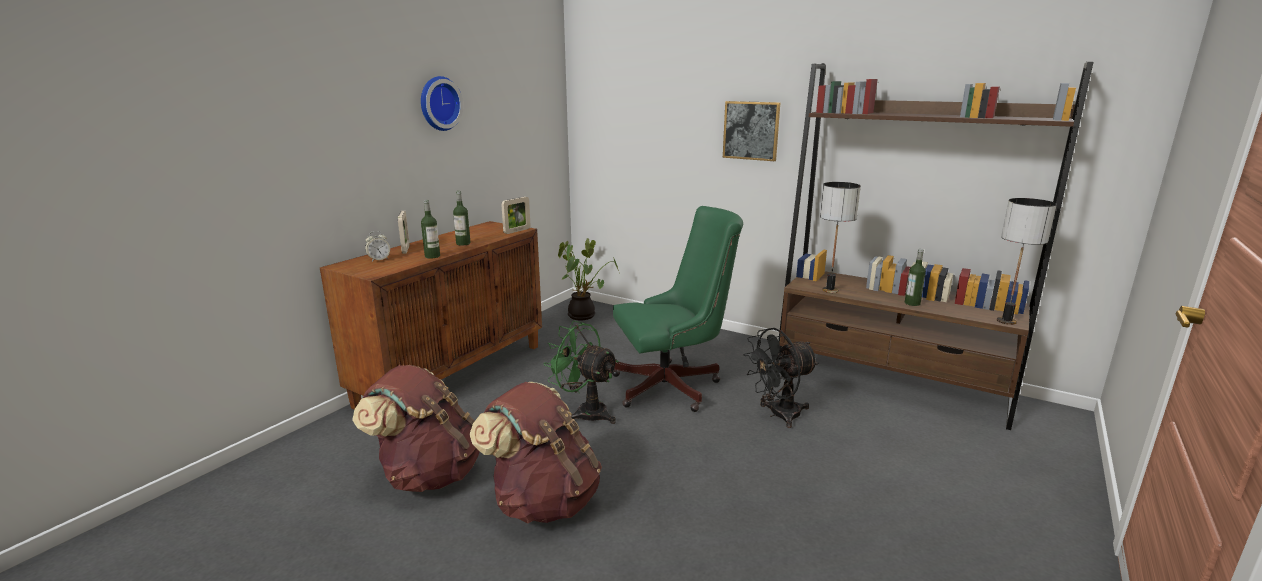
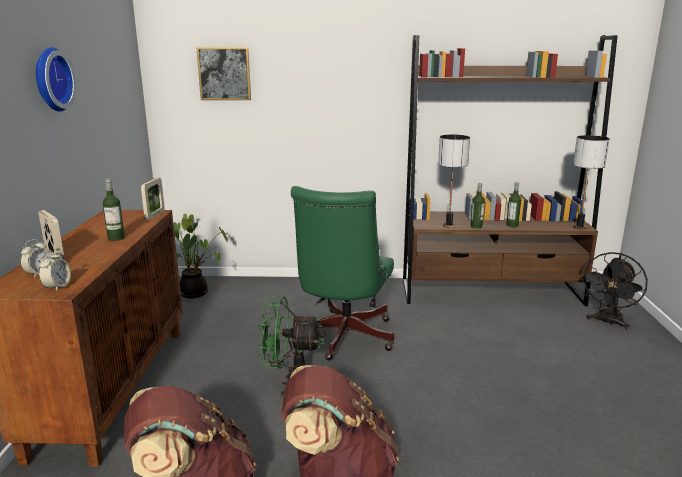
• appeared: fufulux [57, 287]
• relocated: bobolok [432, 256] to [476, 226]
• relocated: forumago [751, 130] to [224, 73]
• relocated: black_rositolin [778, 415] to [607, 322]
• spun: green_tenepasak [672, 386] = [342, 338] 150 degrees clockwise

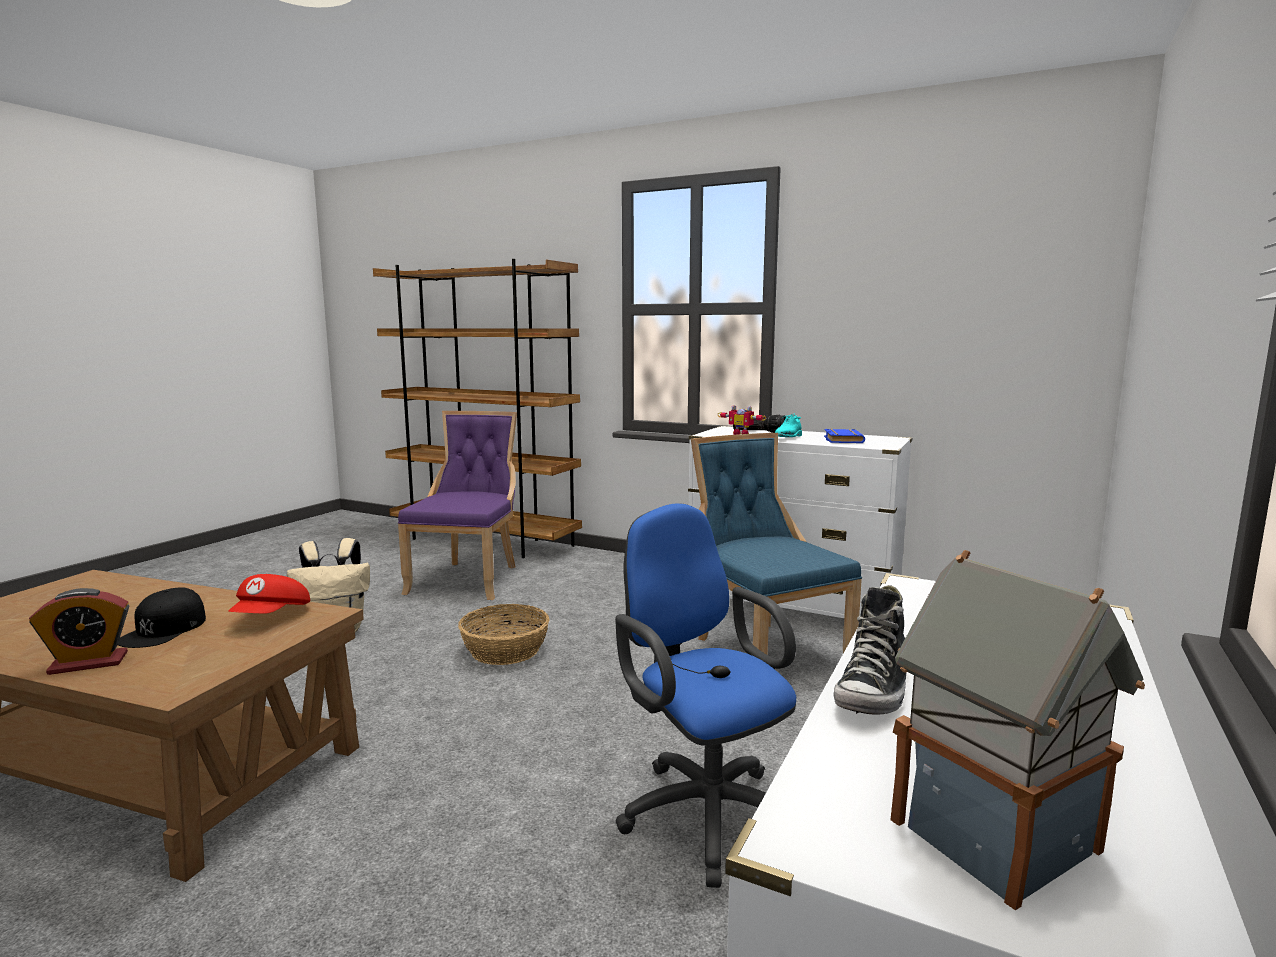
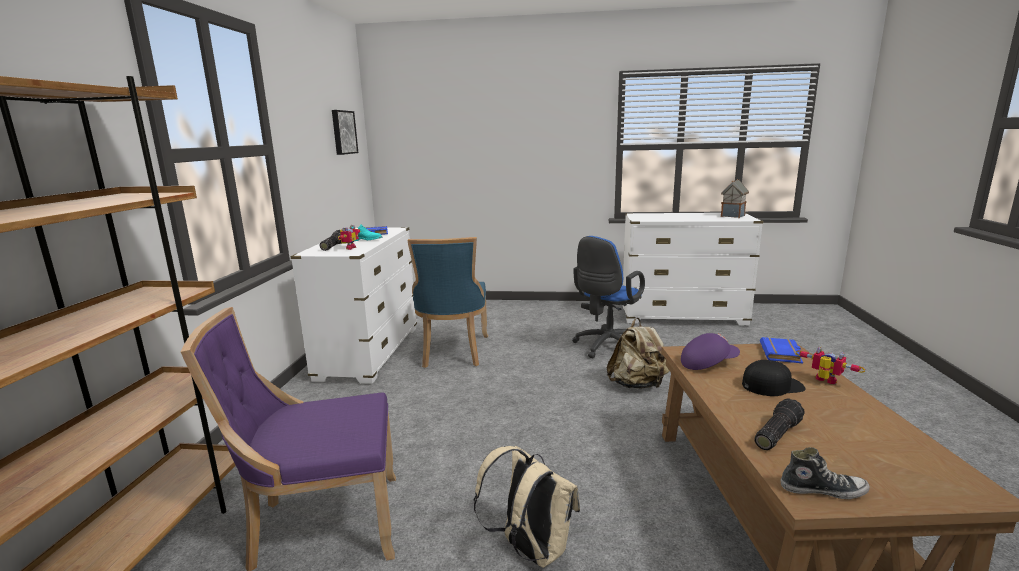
• missing: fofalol [505, 650]
• appeared: forumago [343, 132]
• appeared: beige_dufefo [637, 385]
• appeared: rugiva [775, 433]
• appeared: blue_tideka [782, 354]
• relocated: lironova [874, 690] to [822, 490]
• exchanged: fufulux [88, 663] to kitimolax [824, 381]
• colour: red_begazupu [272, 616] to purple_begazupu [708, 363]
• spun: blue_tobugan [765, 651] = [453, 353] 45 degrees counterclockwise

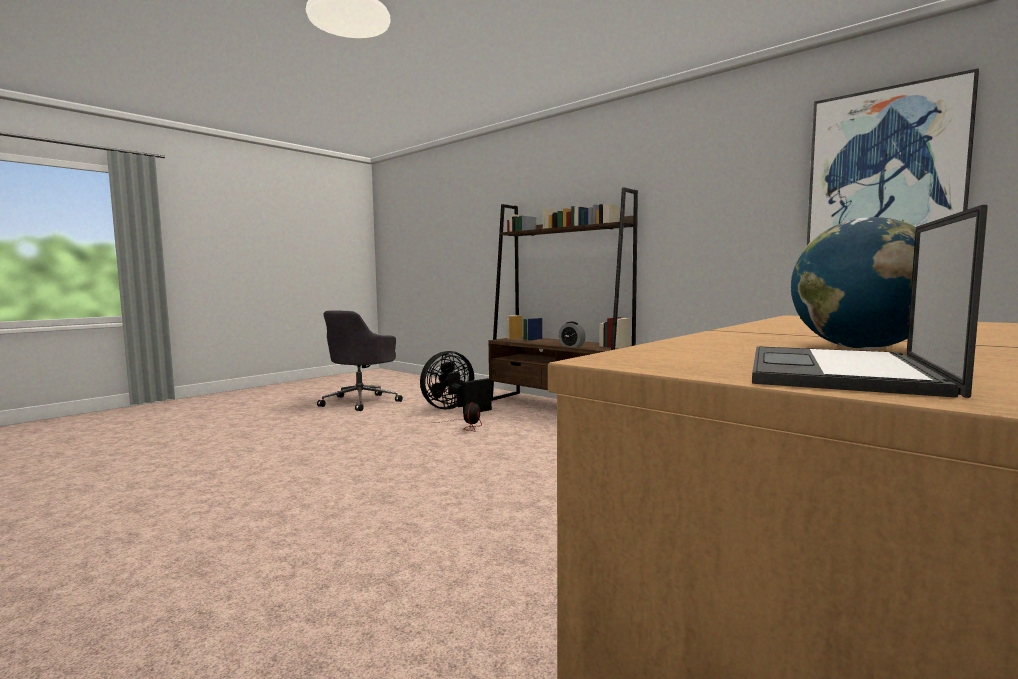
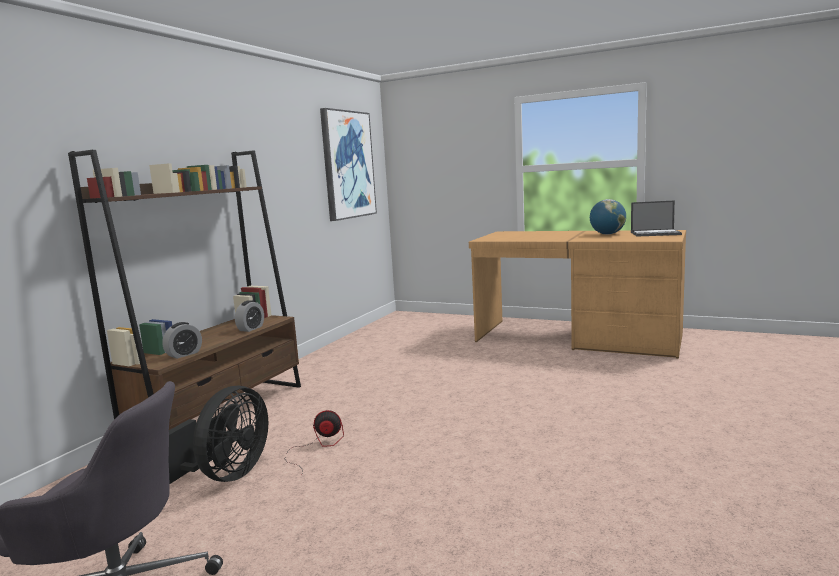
• appeared: fufulux [184, 354]
• spun: black_rositolin [454, 410] = [226, 475] 105 degrees counterclockwise

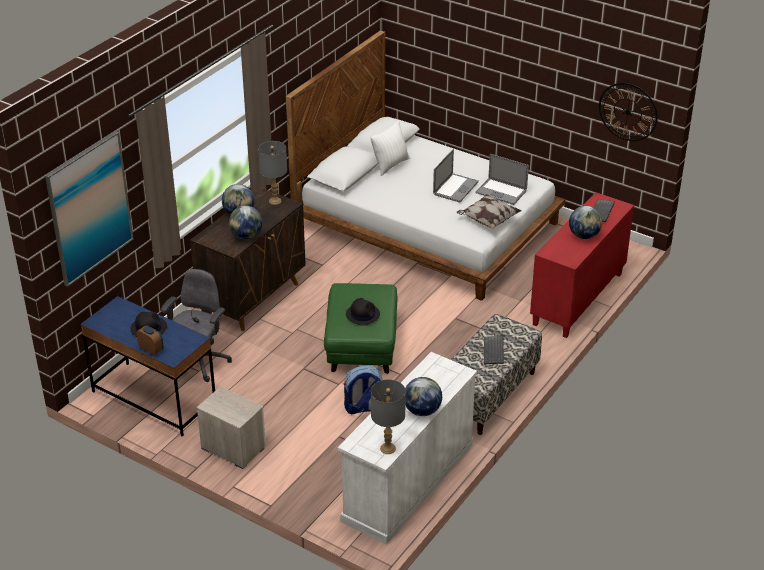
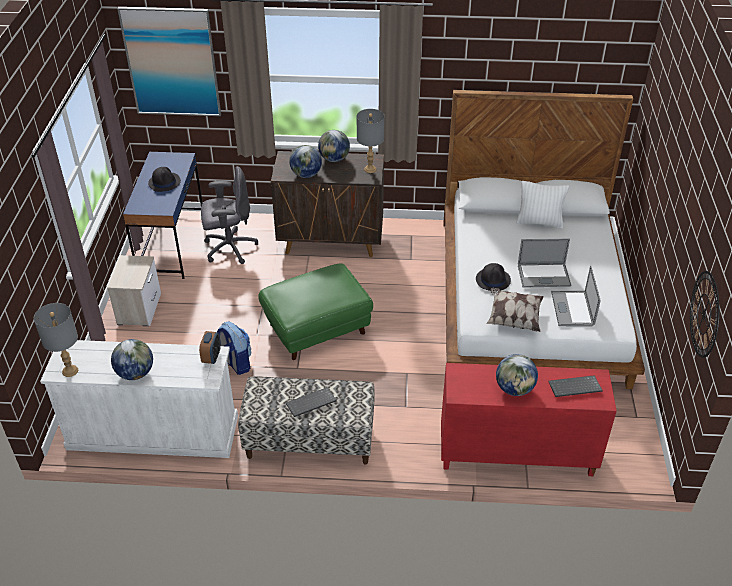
• relocated: fufulux [151, 350] to [211, 357]
• relocated: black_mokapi [362, 314] to [493, 280]

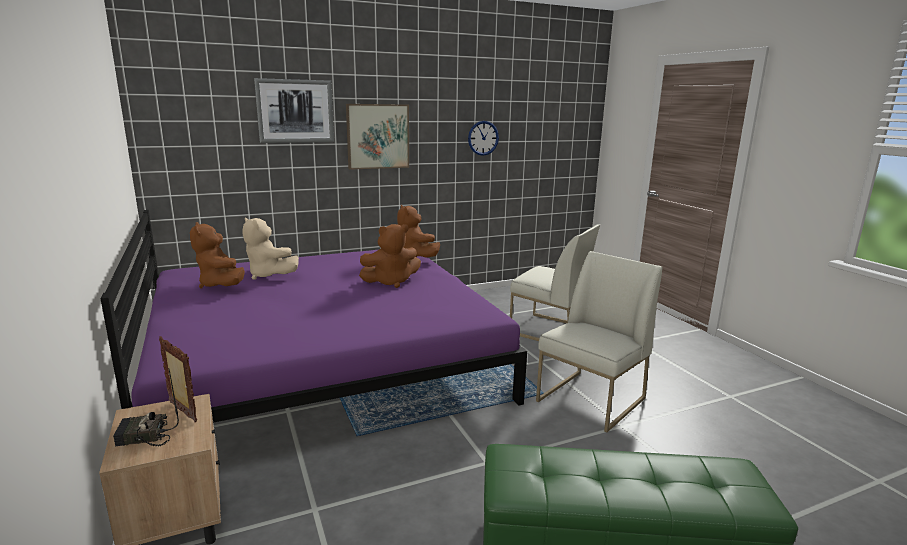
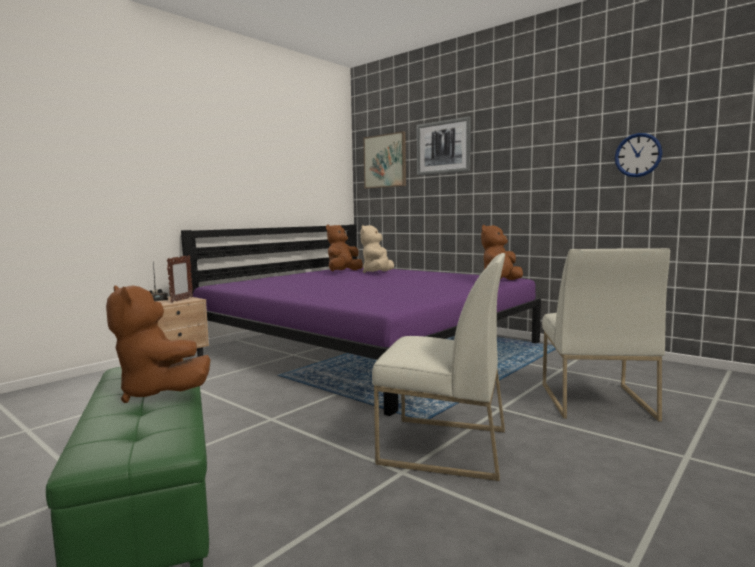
• relocated: forumago [378, 136] to [385, 161]
• relocated: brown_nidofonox [391, 282] to [158, 393]

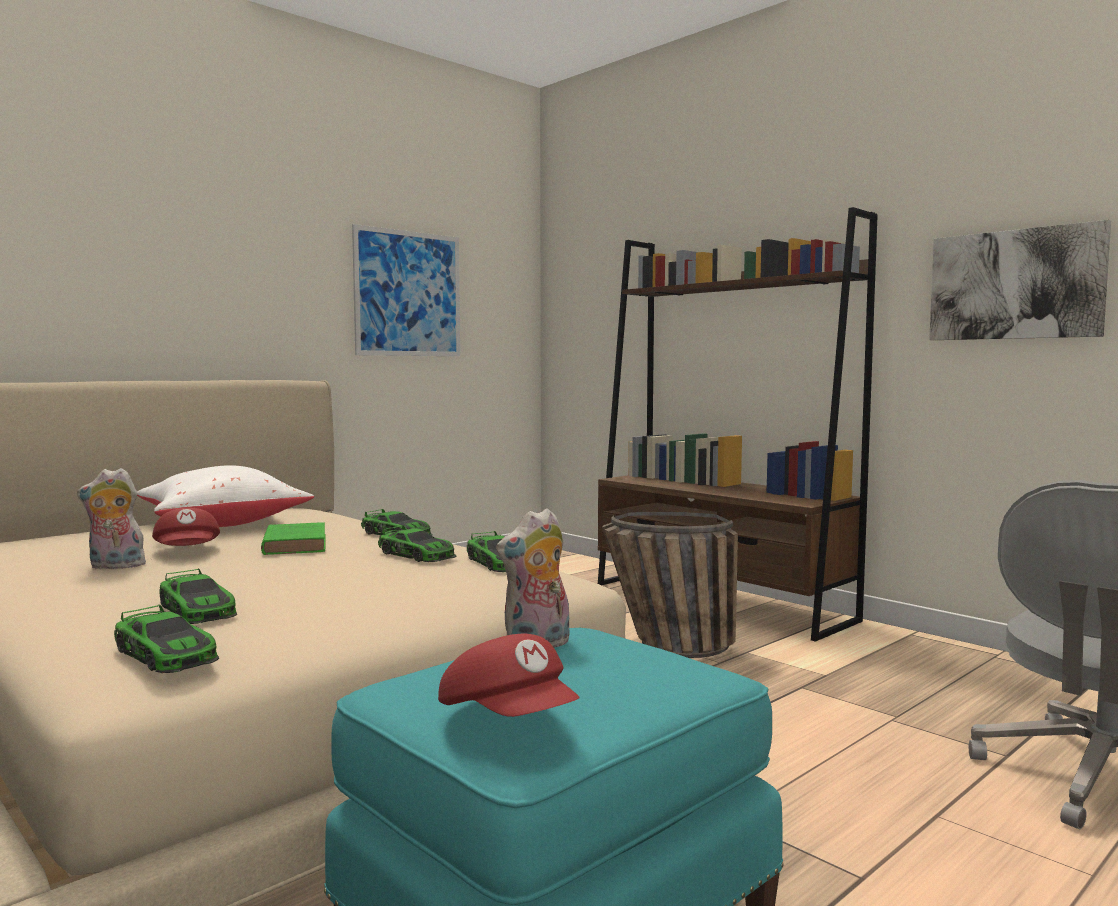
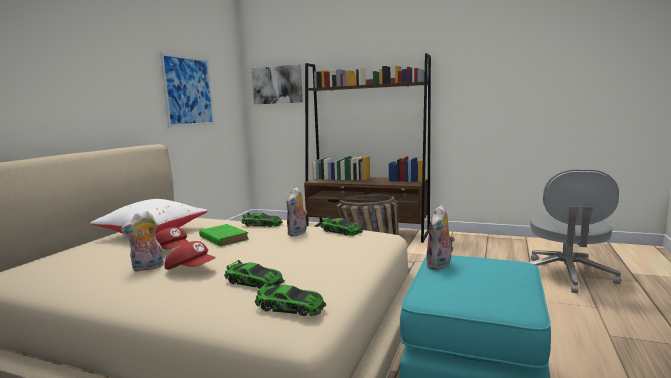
• relocated: red_begazupu [510, 719] to [191, 269]
• relocated: forumago [1015, 285] to [277, 85]
• exchanged: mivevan [417, 555] to nidofonox [298, 233]

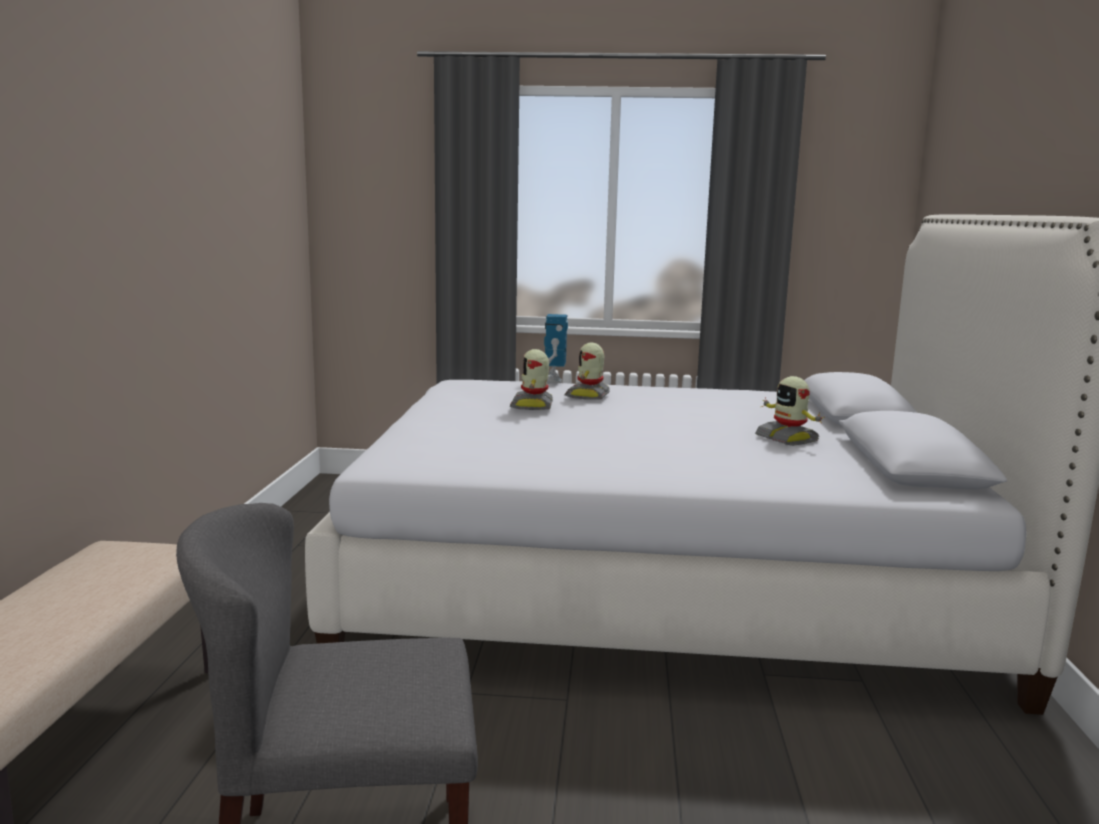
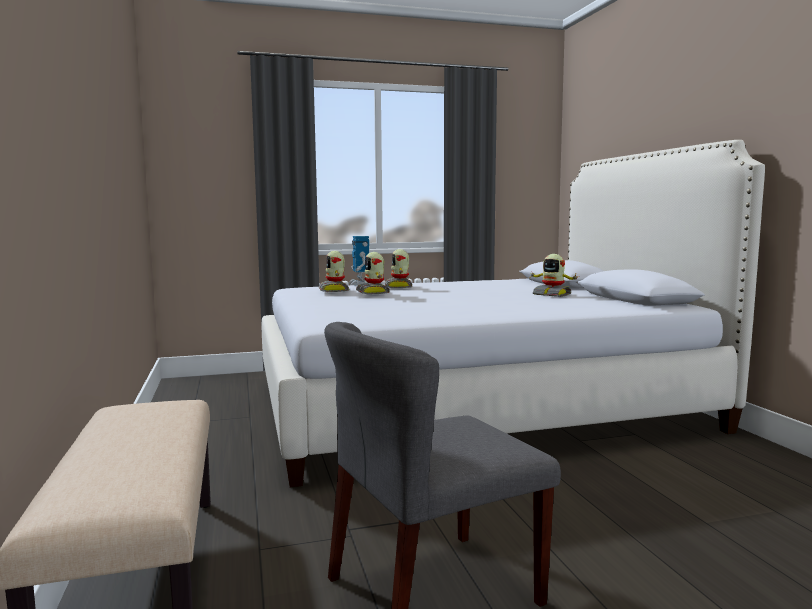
• appeared: kitimolax [334, 290]

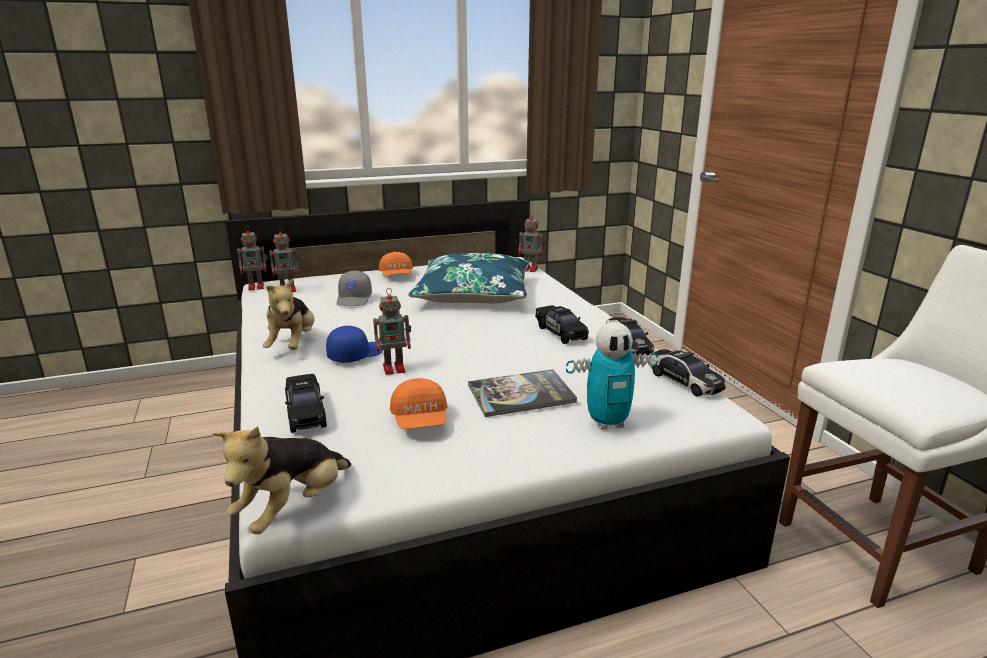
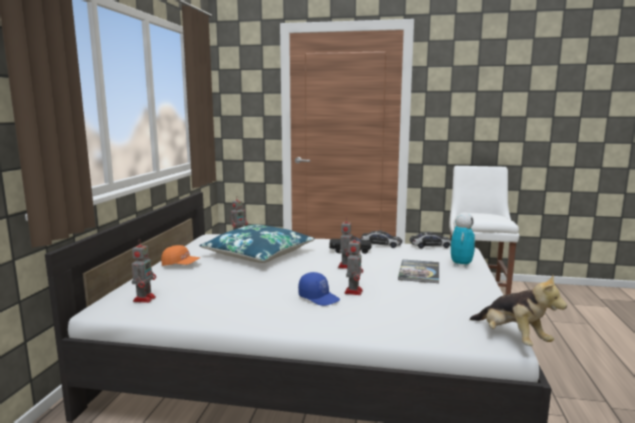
• missing: nidofonox [293, 345]
• missing: black_mivevan [306, 413]
• missing: grey_begazupu [354, 299]
• missing: orange_begazupu [420, 420]
• relocated: kitimolax [257, 287] to [345, 266]
• spun: blue_begazupu [355, 354] = [319, 297] 150 degrees clockwise

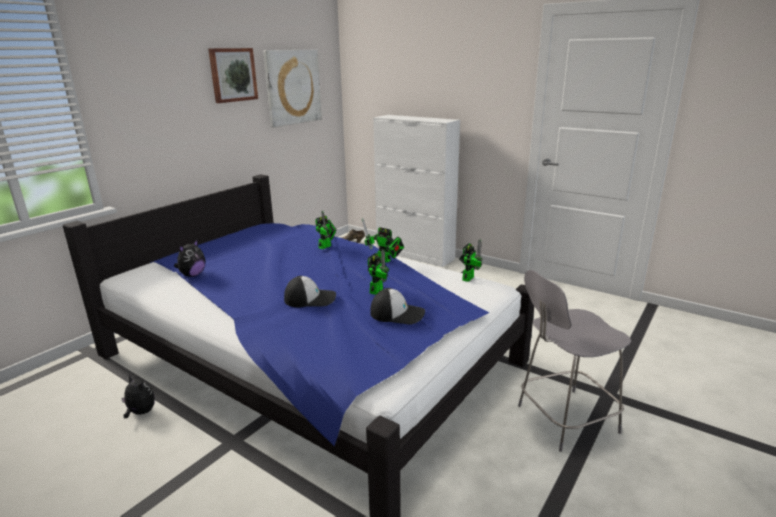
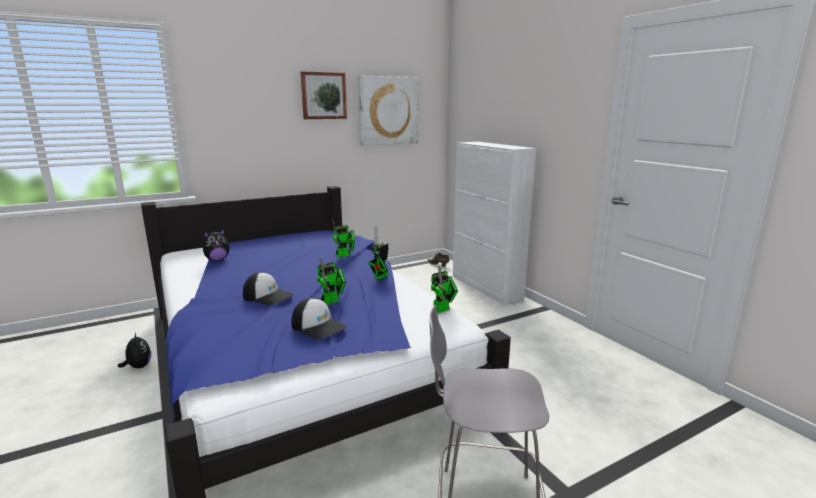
• spun: kitimolax [385, 260] = [380, 277] 60 degrees clockwise

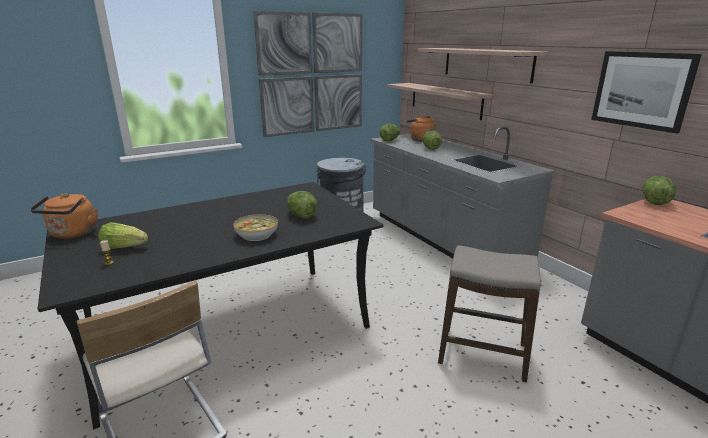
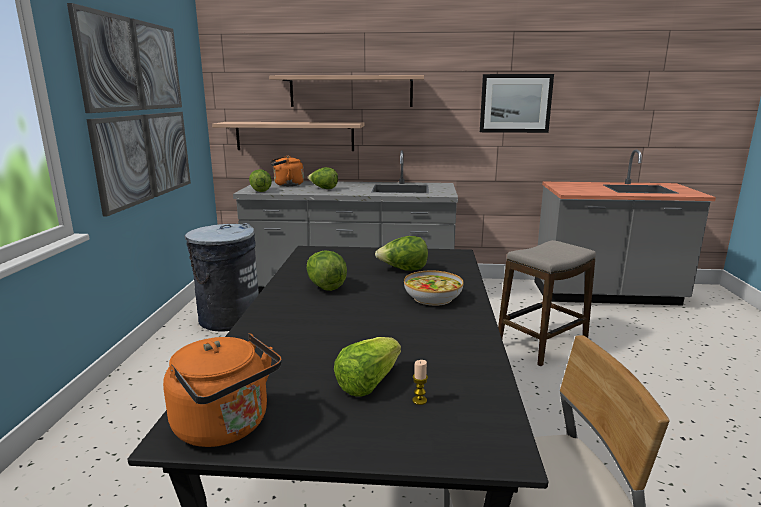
• relocated: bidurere [654, 202] to [325, 286]

